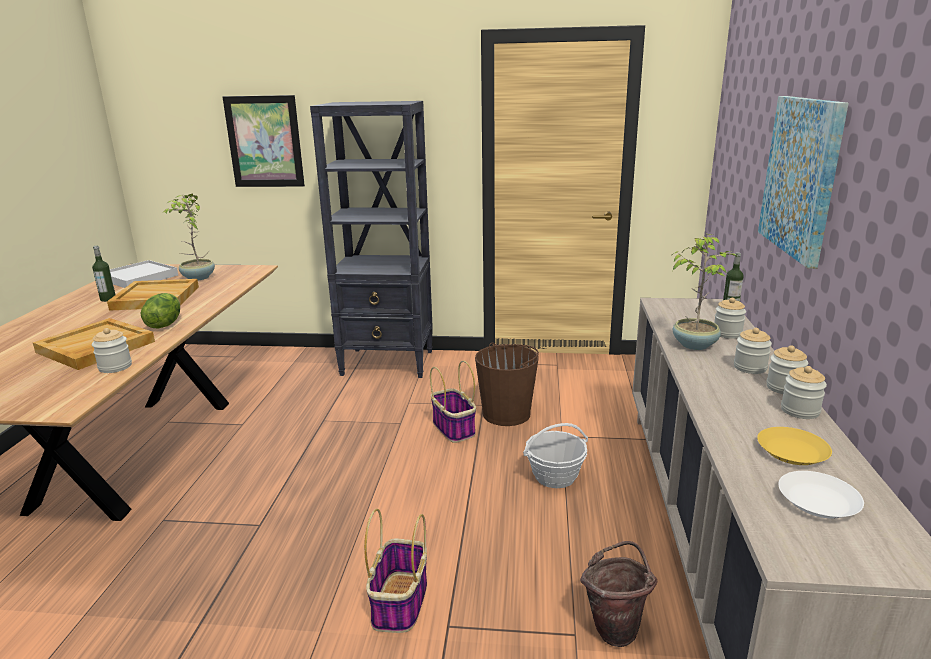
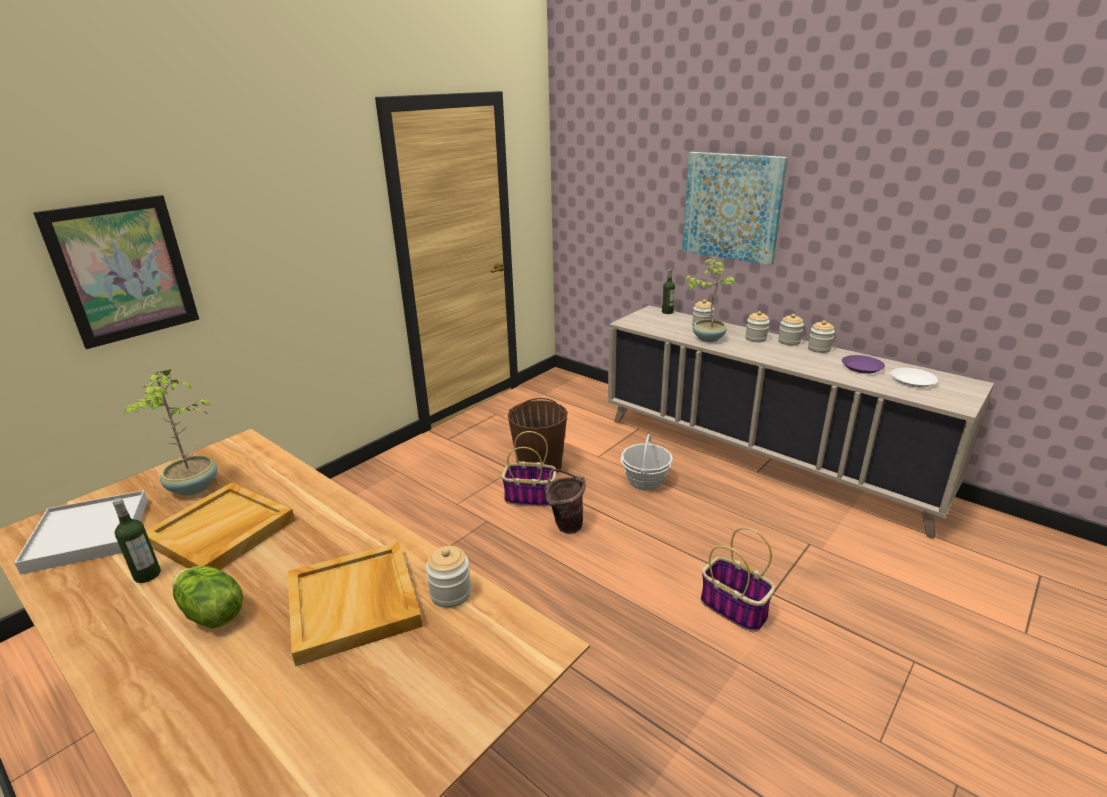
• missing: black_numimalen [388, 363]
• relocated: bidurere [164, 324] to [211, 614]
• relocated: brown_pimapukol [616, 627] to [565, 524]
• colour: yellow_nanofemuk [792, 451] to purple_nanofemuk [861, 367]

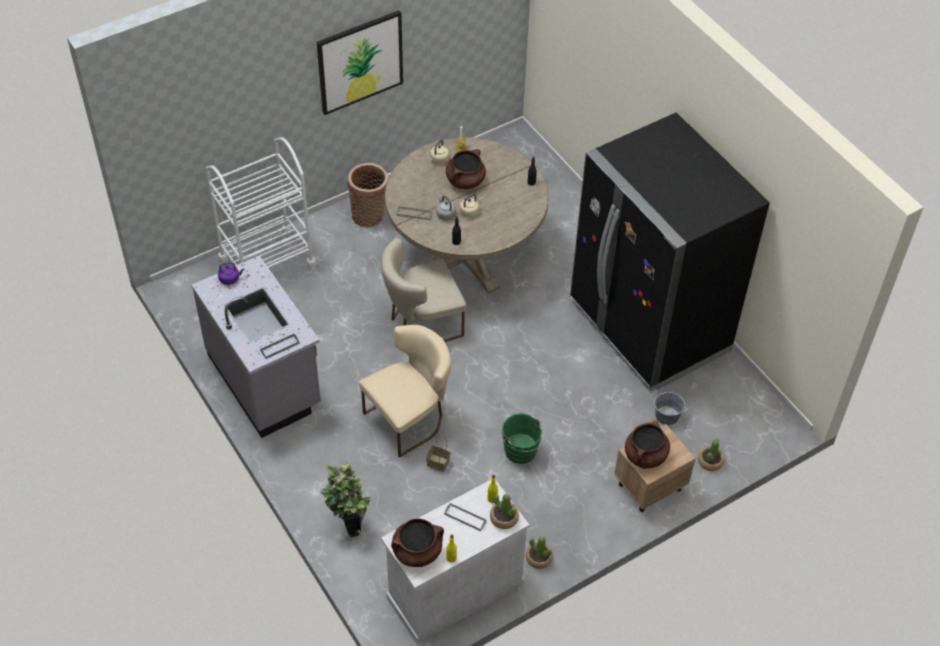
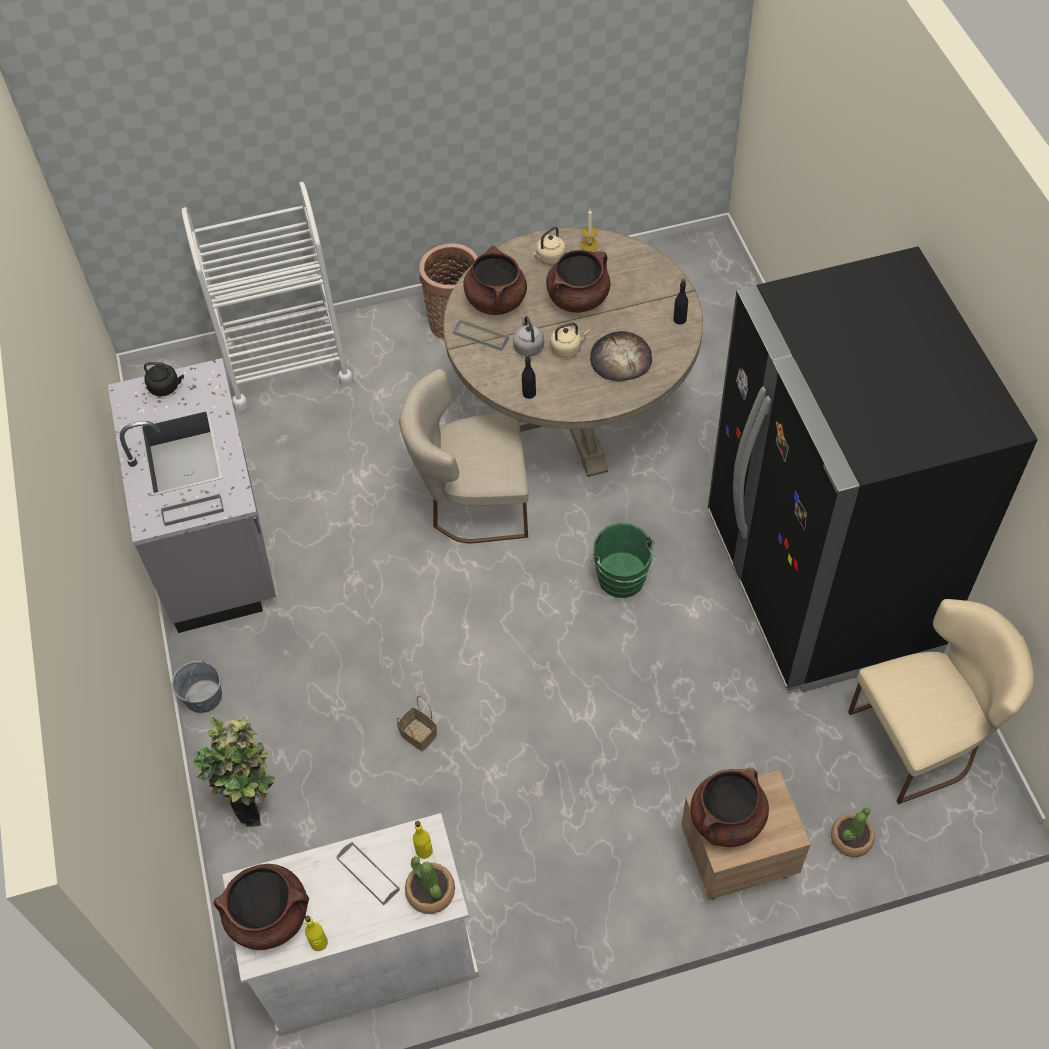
• missing: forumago [360, 62]
• missing: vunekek [538, 558]
• appeared: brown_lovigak [496, 300]
• appeared: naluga [620, 359]
• relocated: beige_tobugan [410, 418] to [923, 738]
• relocated: green_pimapukol [521, 453] to [622, 581]
• relocated: grey_pimapukol [667, 415] to [203, 696]
• colour: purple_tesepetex [230, 279] to black_tesepetex [166, 387]

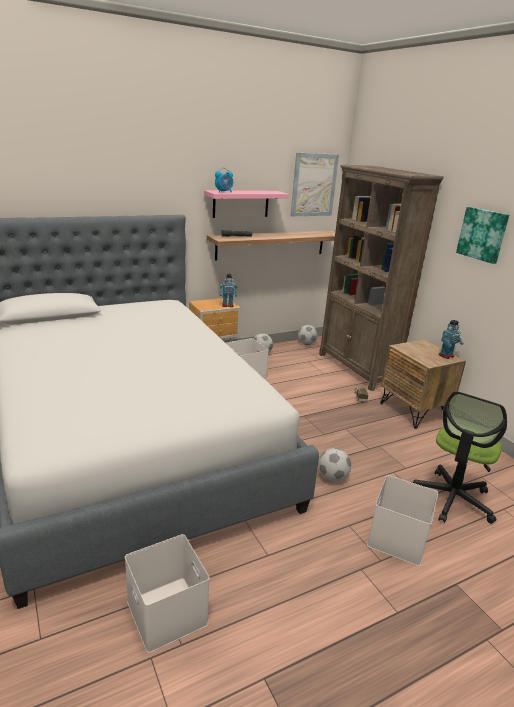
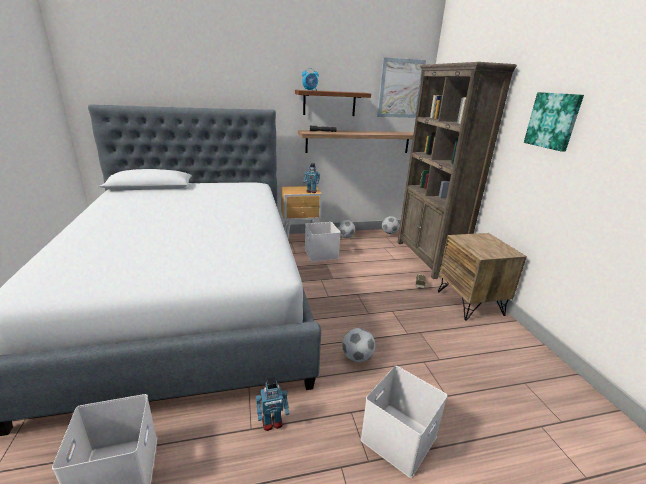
• missing: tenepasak [452, 498]
• relocated: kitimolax [446, 356] to [272, 422]
• colour: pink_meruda [241, 203] to brown_meruda [329, 103]

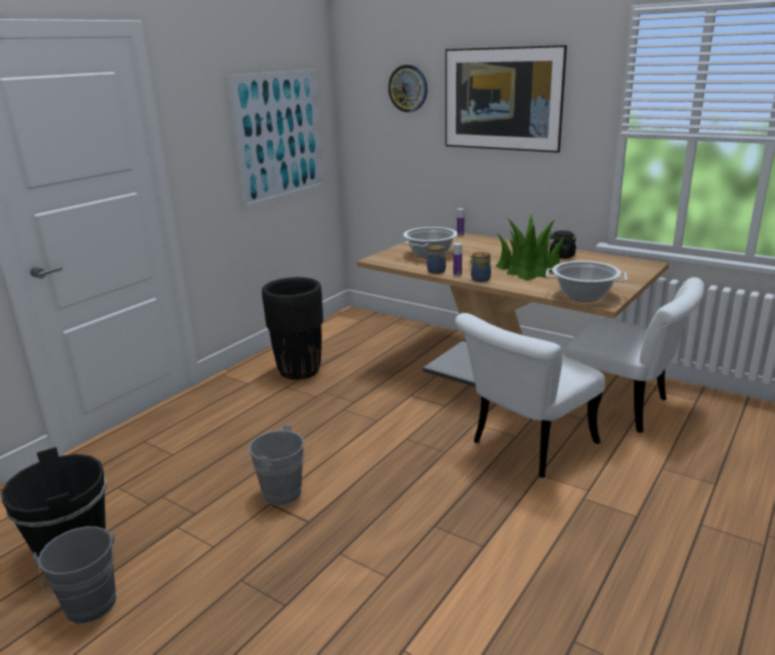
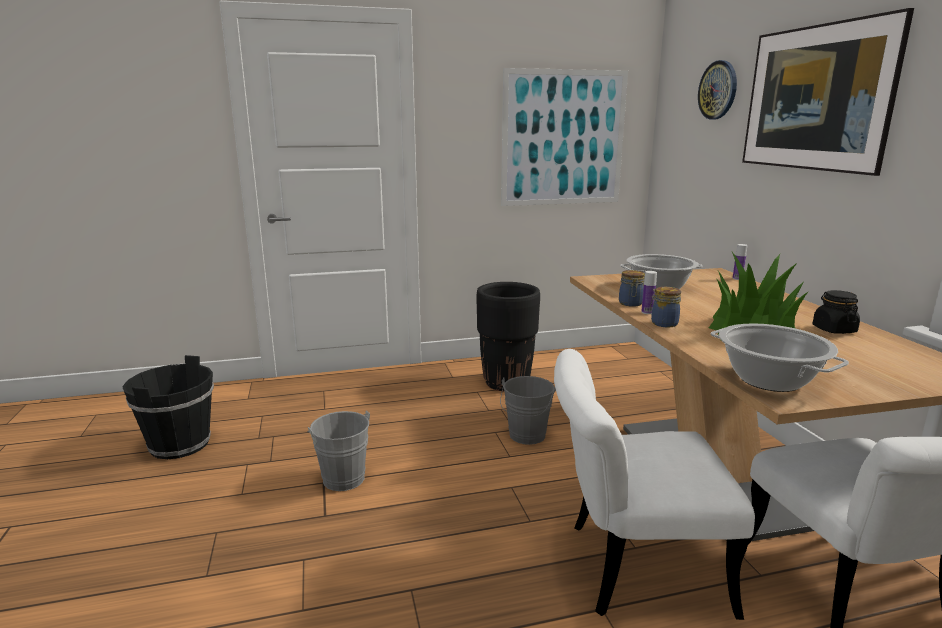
• relocated: grey_pimapukol [91, 608] to [526, 437]

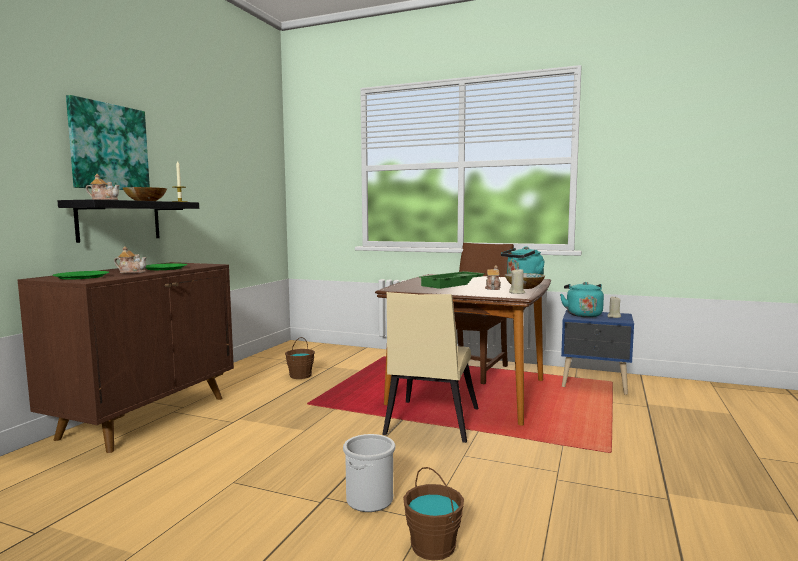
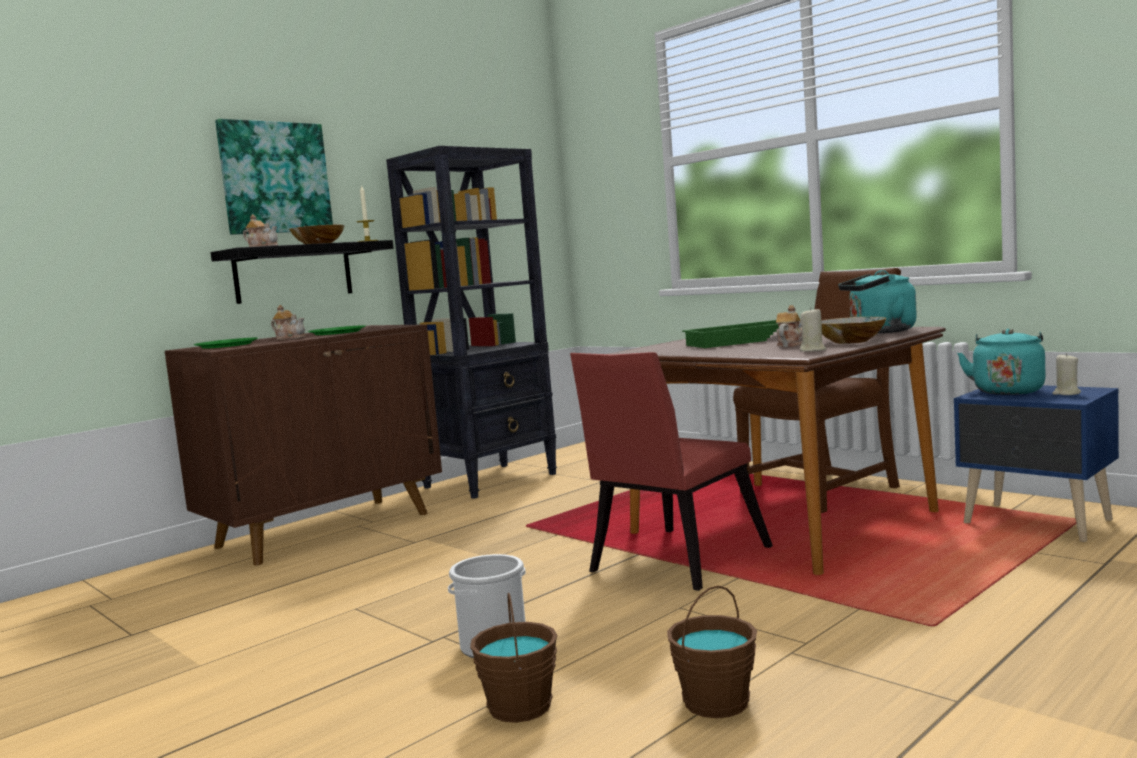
• appeared: black_numimalen [491, 480]
• relocated: brown_pimapukol [300, 375] to [715, 701]
• colour: beige_tobugan [429, 424] to red_tobugan [672, 563]

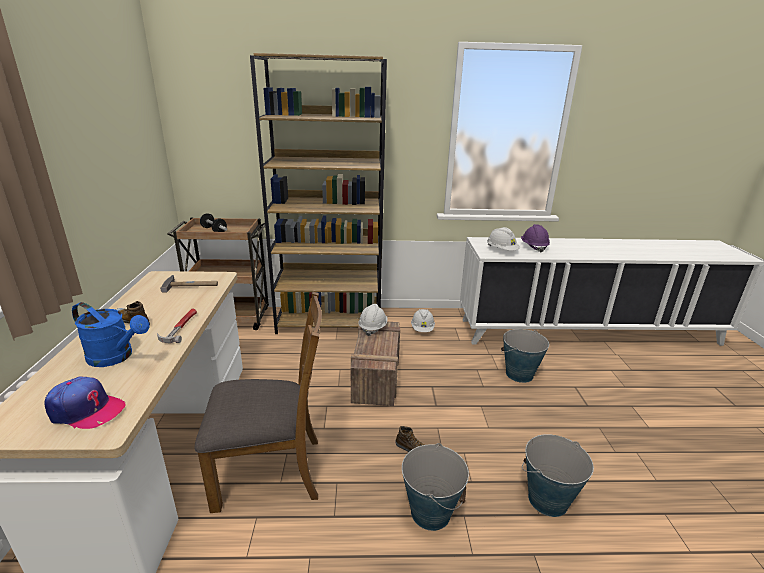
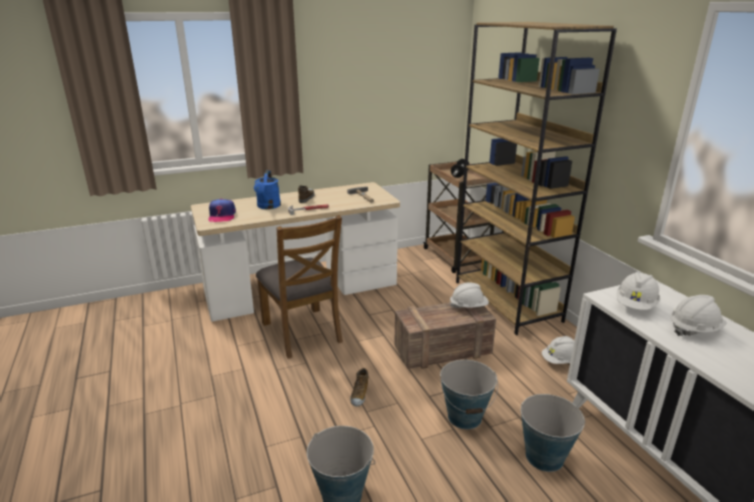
• relocated: pimapukol [430, 512] to [465, 417]
• colour: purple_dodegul [533, 247] to white_dodegul [694, 329]

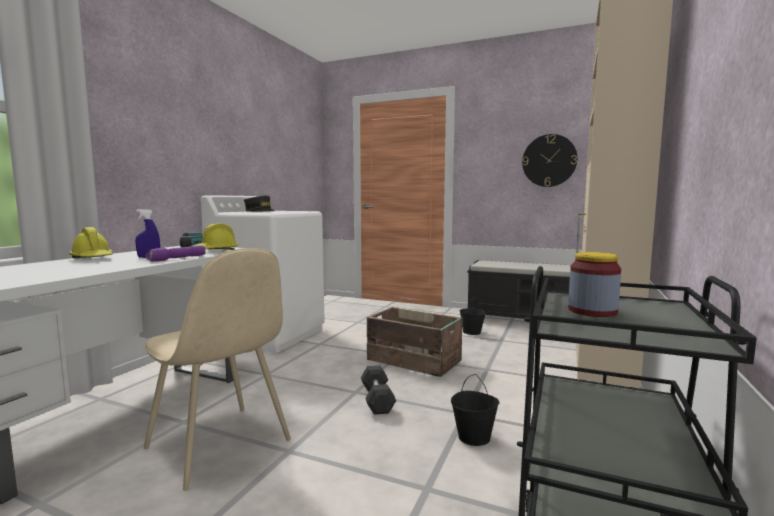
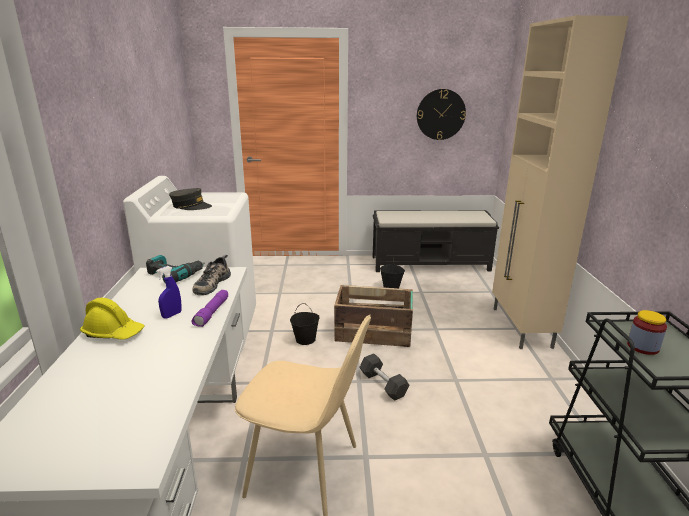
• relocated: black_pimapukol [474, 437] to [305, 339]
• exchanged: yellow_dodegul [214, 251] to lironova [211, 283]

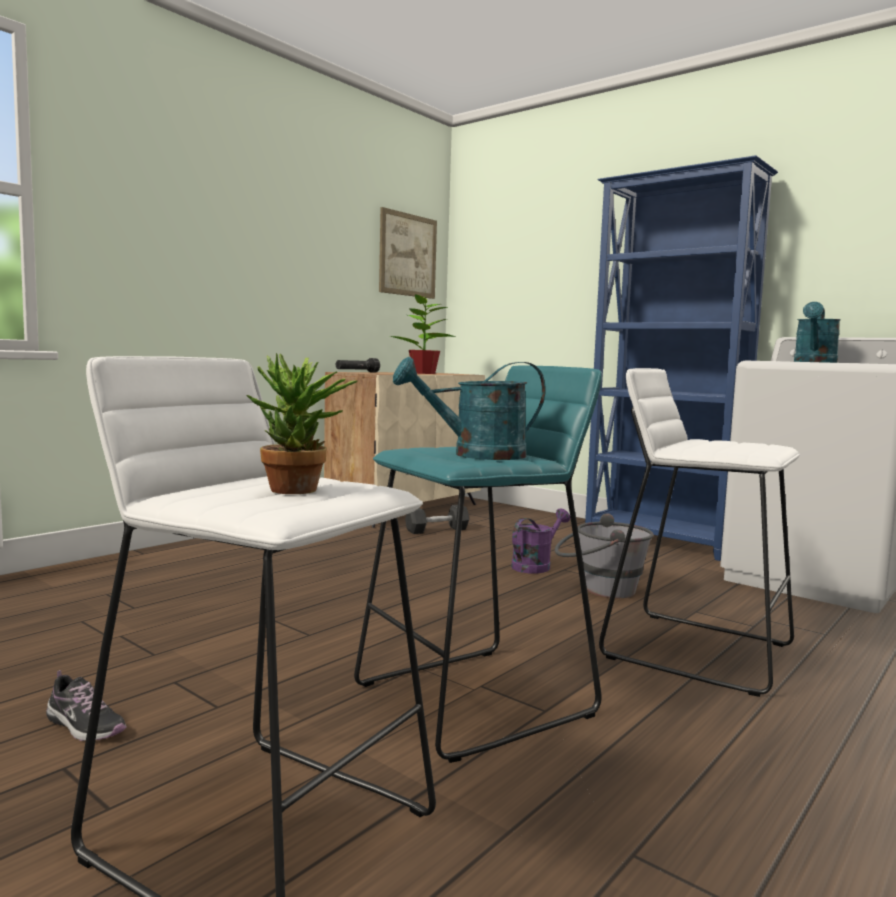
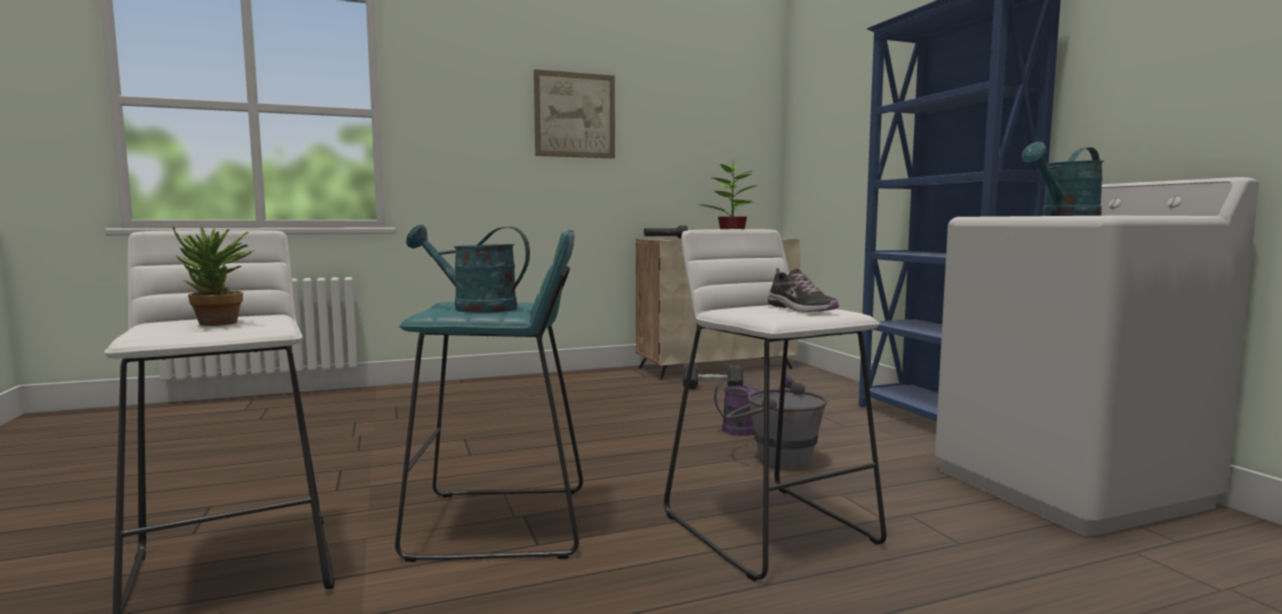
• relocated: lironova [85, 726] to [800, 309]
• relocated: forumago [407, 255] to [575, 115]

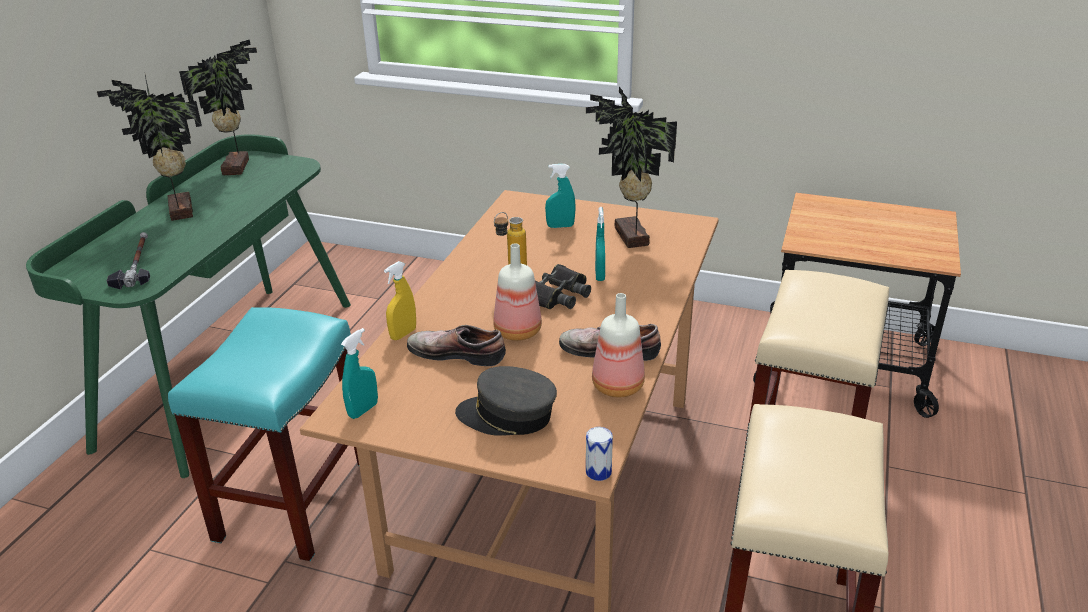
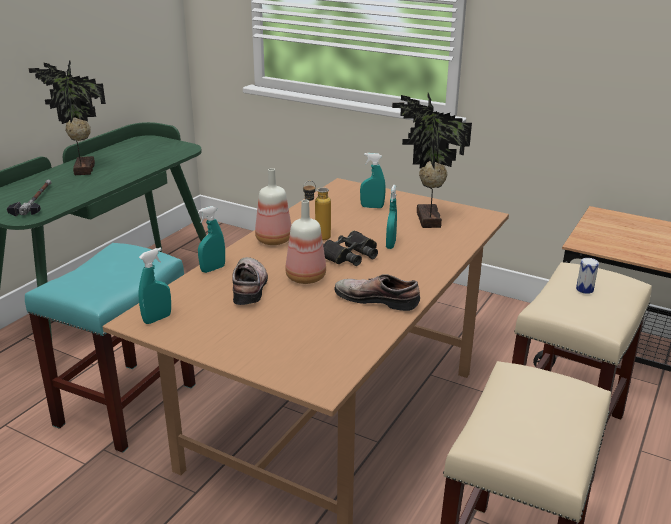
• missing: vunekek [239, 167]
• missing: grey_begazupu [507, 416]
• relocated: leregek [598, 472] to [584, 289]
• relocated: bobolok [616, 386] to [272, 240]
• colour: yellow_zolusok [403, 334] to turquoise_zolusok [213, 269]
• spun: lironova [458, 352] = [251, 287] 60 degrees clockwise

